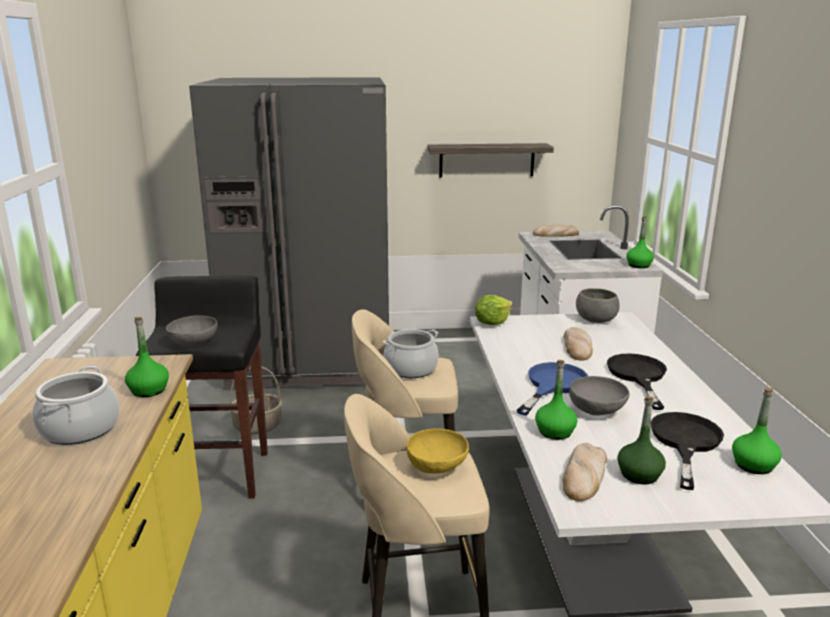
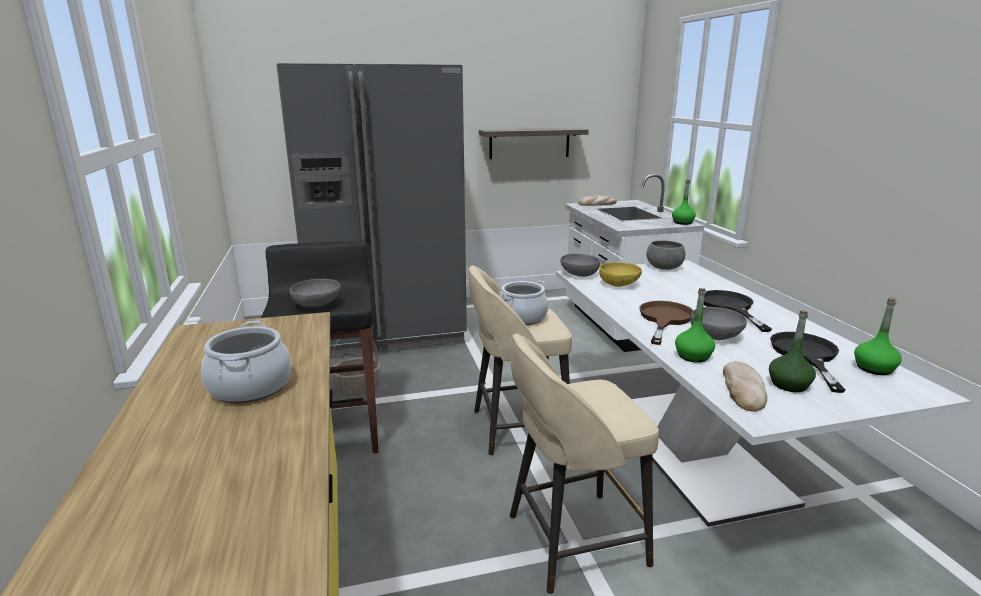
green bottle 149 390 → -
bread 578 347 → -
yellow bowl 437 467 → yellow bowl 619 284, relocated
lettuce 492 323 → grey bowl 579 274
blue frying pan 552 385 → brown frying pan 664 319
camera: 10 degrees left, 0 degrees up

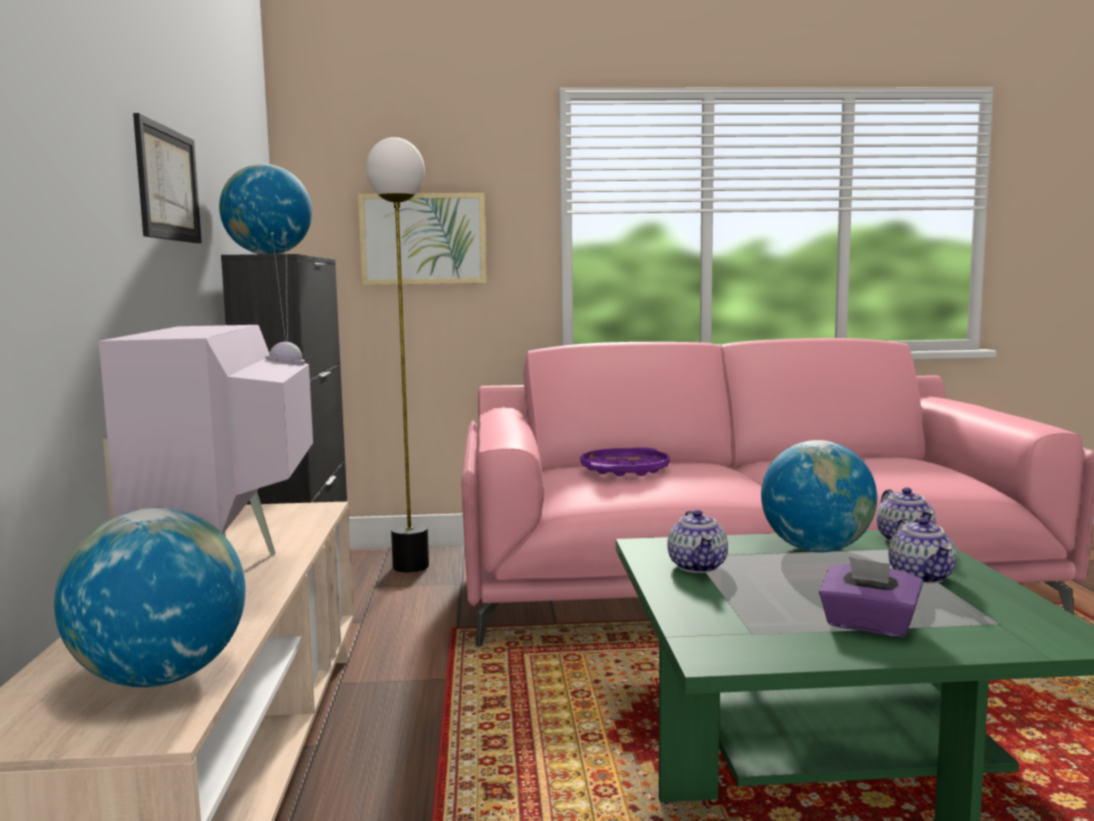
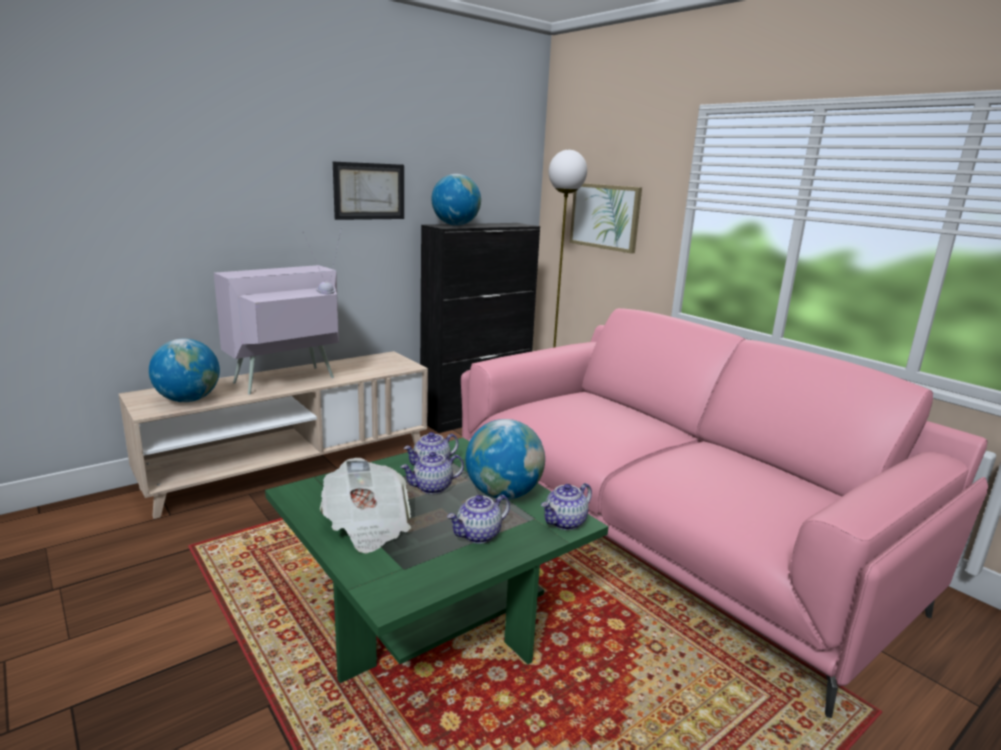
purple tray 624 470 → -
- → teapot 432 488
purple tissue box 868 625 → newspaper 367 526
camera: 55 degrees right, 10 degrees up

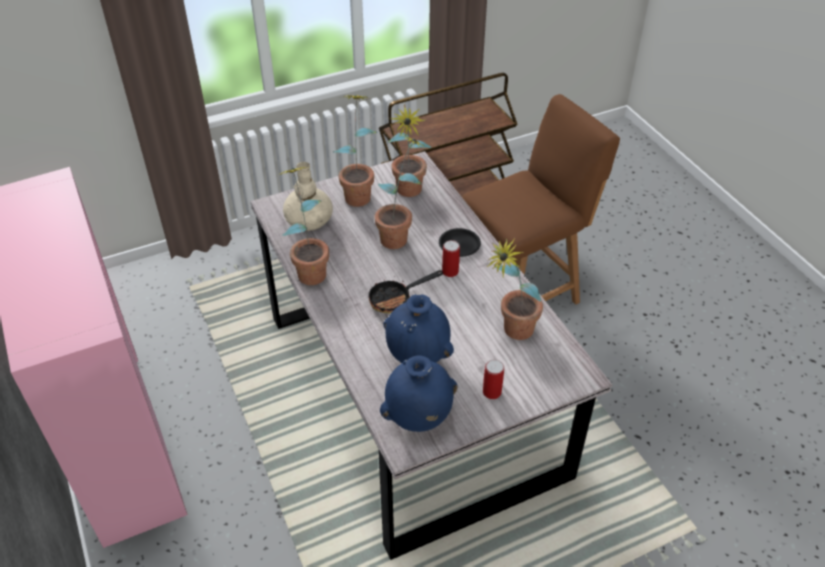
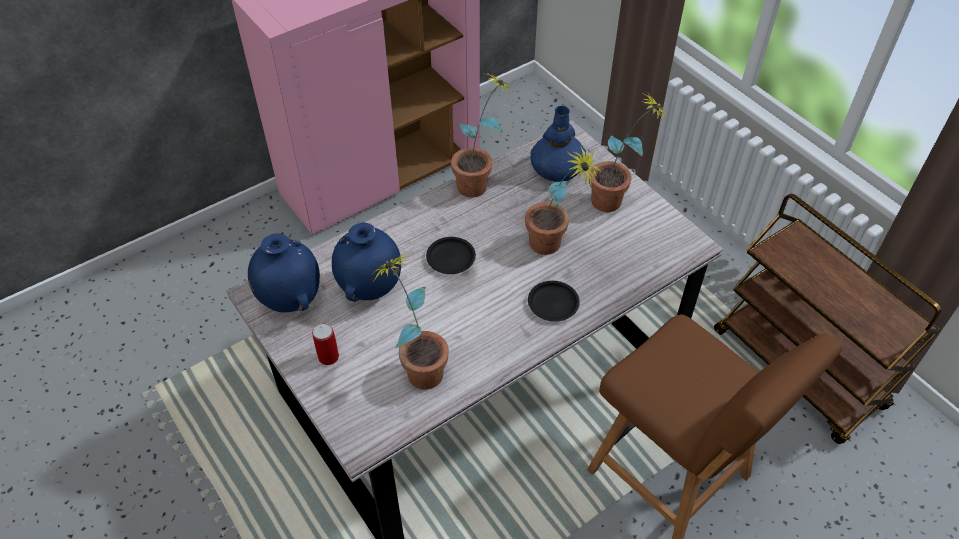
potted plant 408 194 → -
can 450 271 → -
frying pan 396 299 → black plate 450 258
beige vase 309 219 → blue vase 557 168
camera: 80 degrees right, 5 degrees up

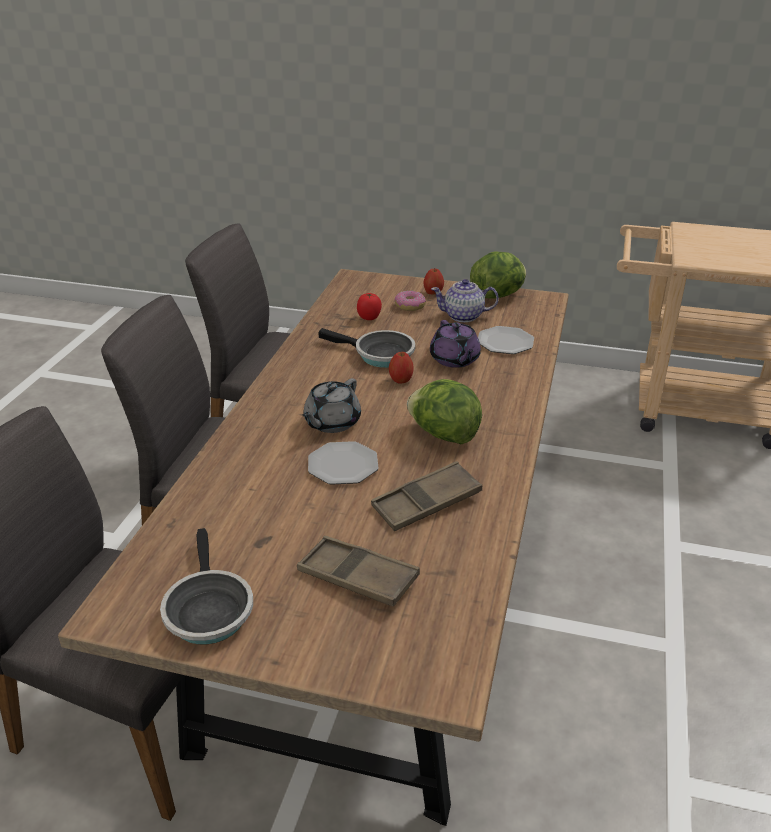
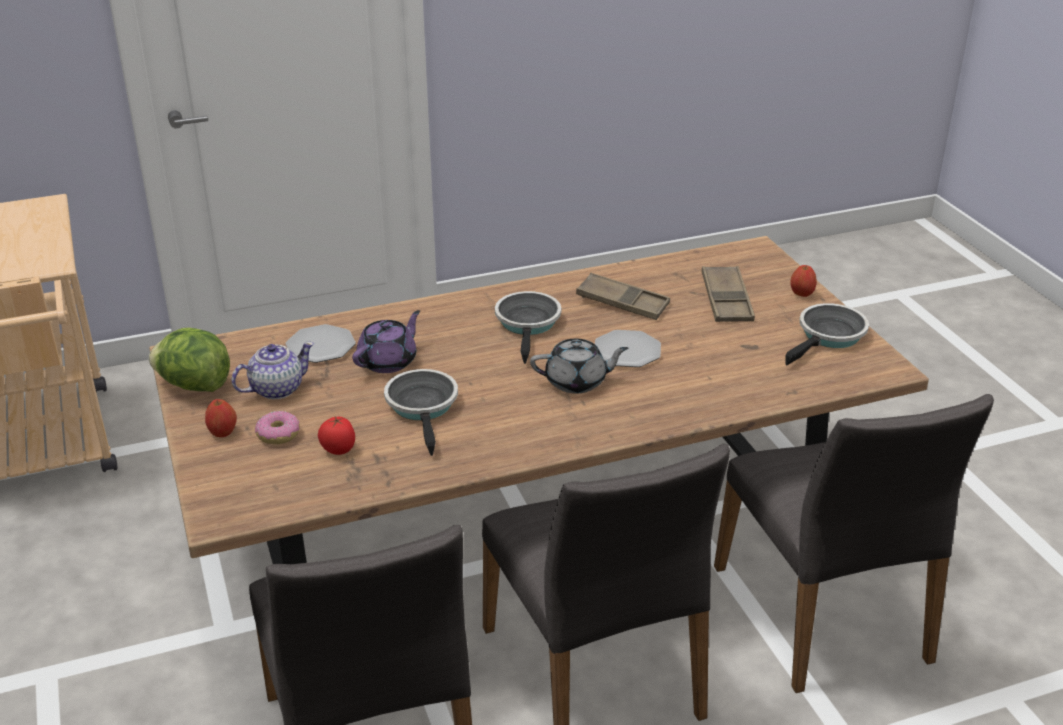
apple 401 380 → apple 801 294, relocated
lettuce 443 435 → frying pan 528 324
teapot 464 316 → teapot 276 389, 90 degrees counterclockwise
camera: 125 degrees left, 0 degrees up

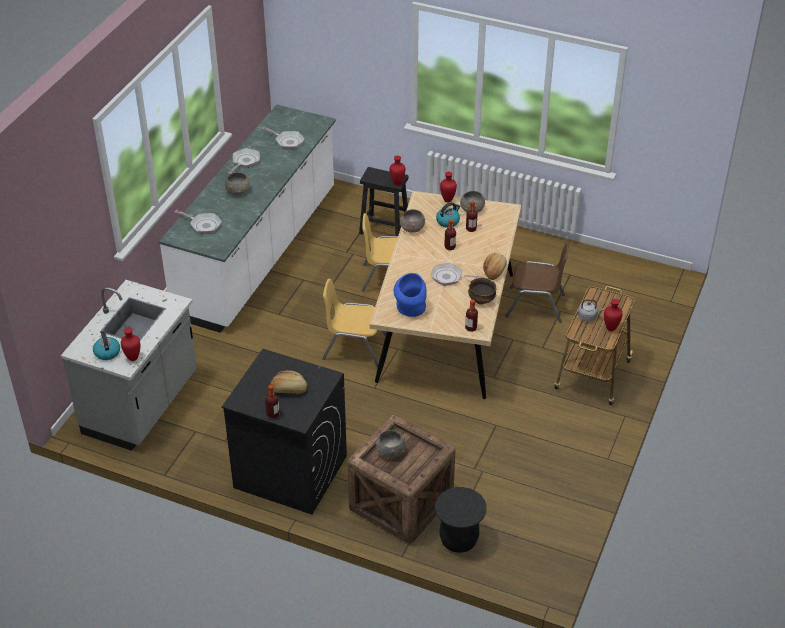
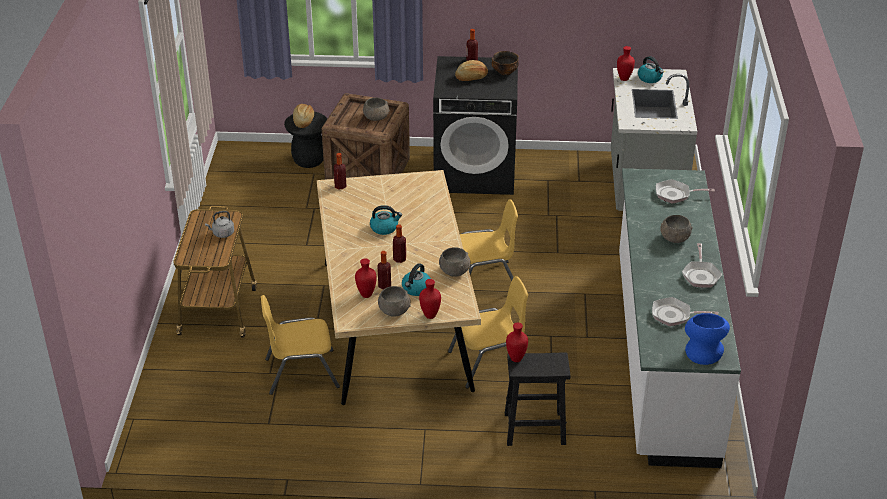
blue vase 410 310 → blue vase 703 351, relocated
bowl 481 300 → bowl 505 72, relocated
bread 495 271 → bread 303 121, relocated
red vase 610 328 → red vase 367 295, relocated
frying pan 449 277 → kettle 384 228
brown chair 535 305 → yellow chair 301 372
camera: 160 degrees right, 5 degrees down

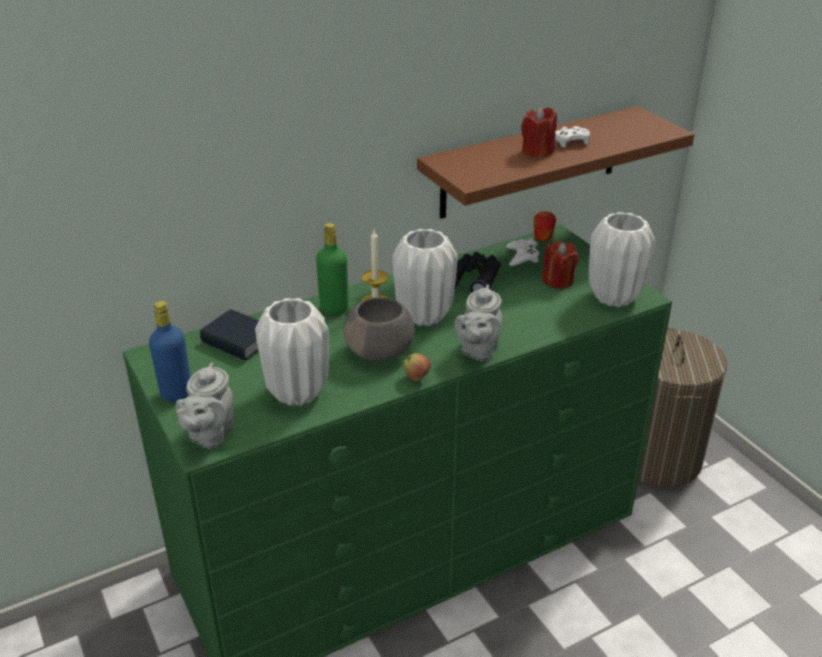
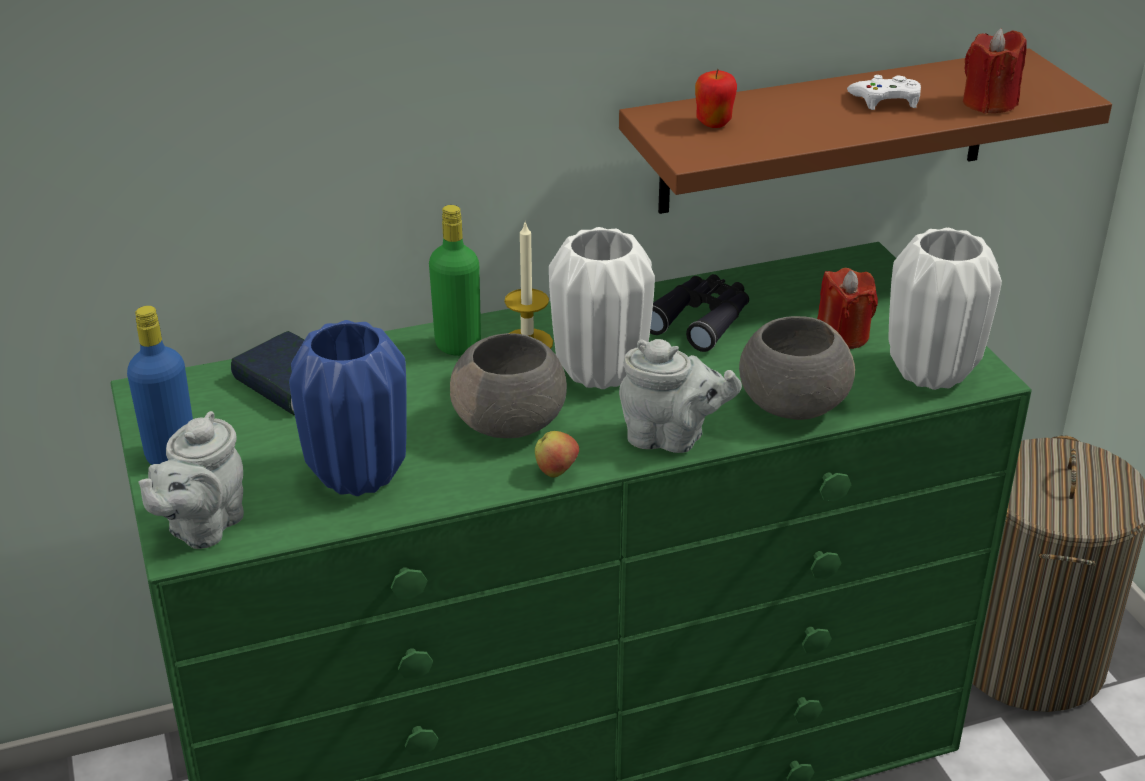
white game controller 522 256 → -
- → grey bowl 791 404
red candle 537 151 → red candle 989 103, relocated
apple 543 238 → apple 714 123, relocated
white vase 298 393 → blue vase 359 475
grey teapot 478 350 → grey teapot 671 438, 105 degrees counterclockwise
camera: 10 degrees right, 0 degrees up

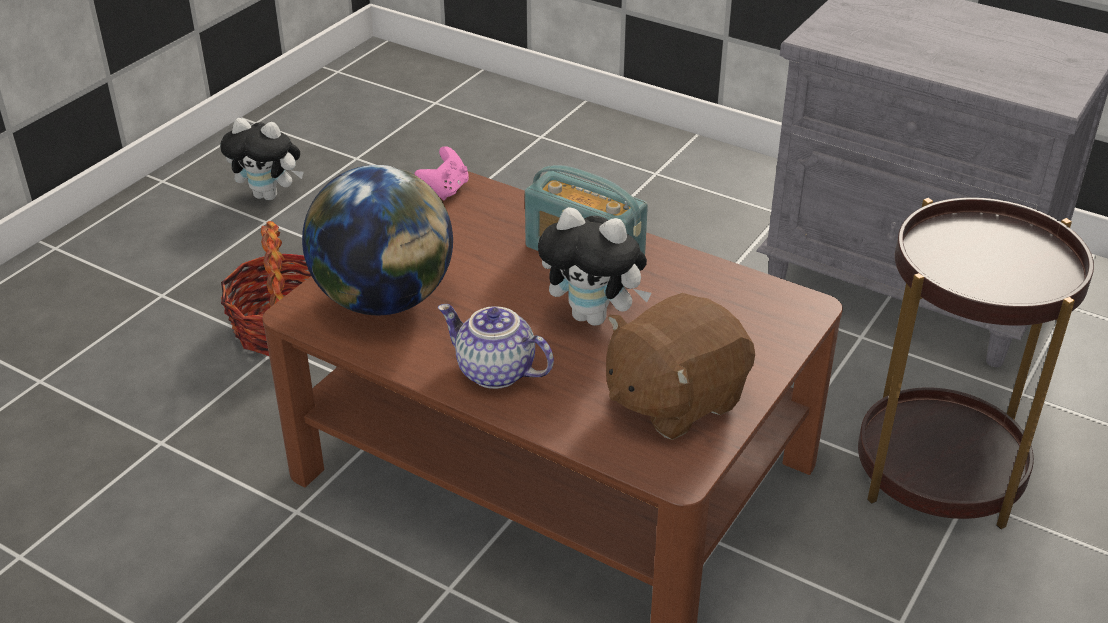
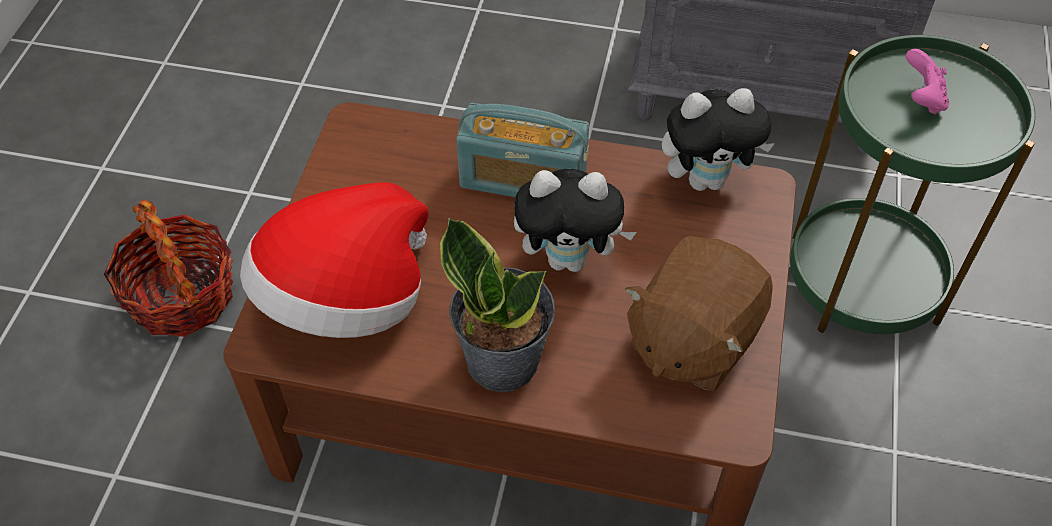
plush toy 269 195 → plush toy 707 179, relocated
pink game controller 445 190 → pink game controller 922 99, relocated
globe 384 300 → hat 346 299
teapot 494 372 → potted plant 503 360
brown side table 939 470 → green side table 864 279
camera: 20 degrees left, 15 degrees up

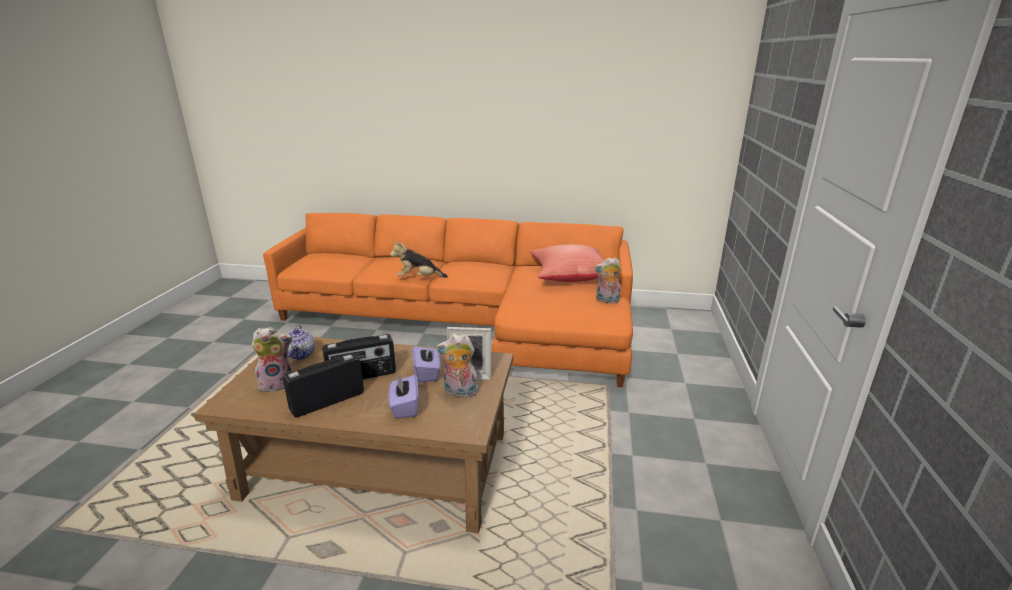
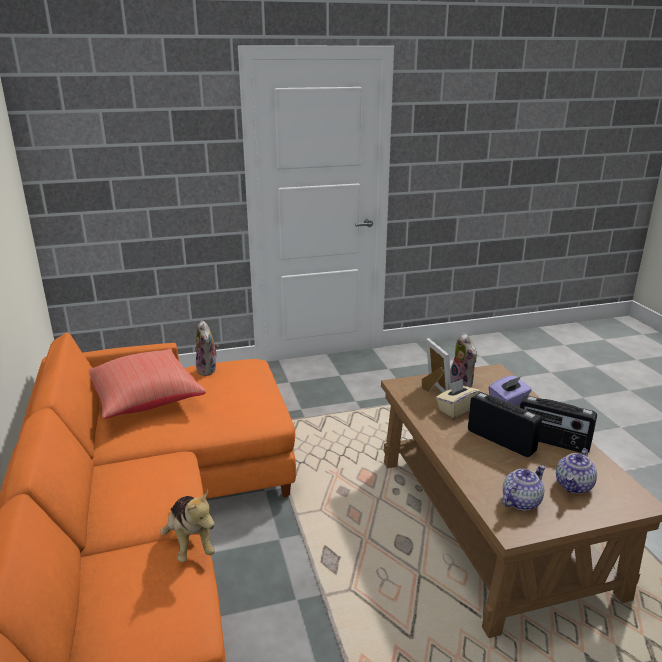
plush toy 278 383 → teapot 574 486
purple tissue box 427 373 → beige tissue box 456 409
camera: 115 degrees left, 0 degrees up

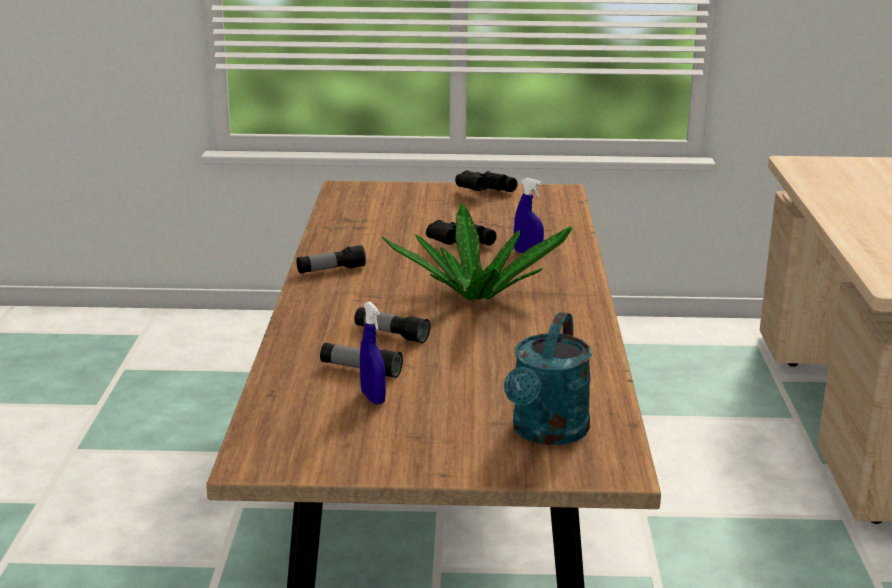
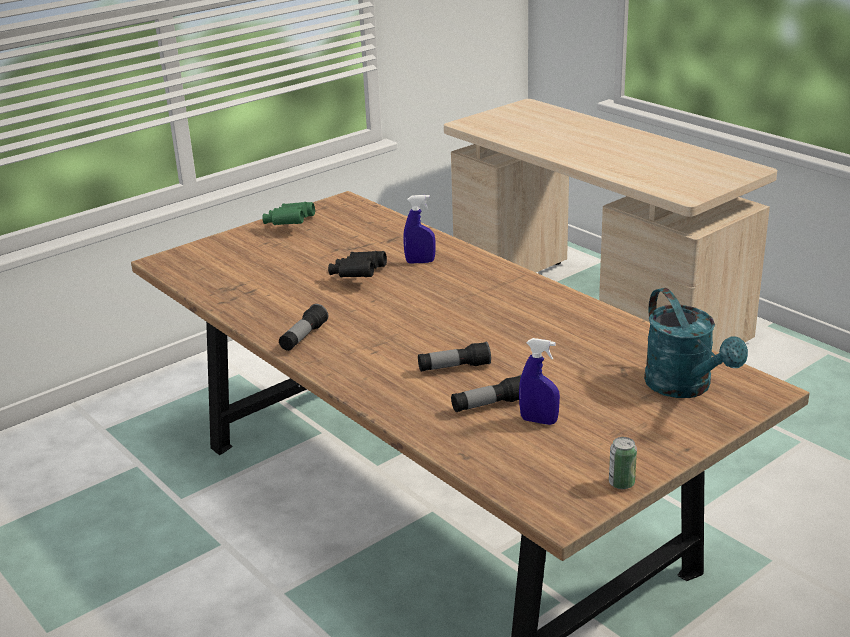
potted plant 476 296 → -
- → can 621 483
black binoculars 482 193 → green binoculars 289 225
camera: 40 degrees left, 5 degrees up

